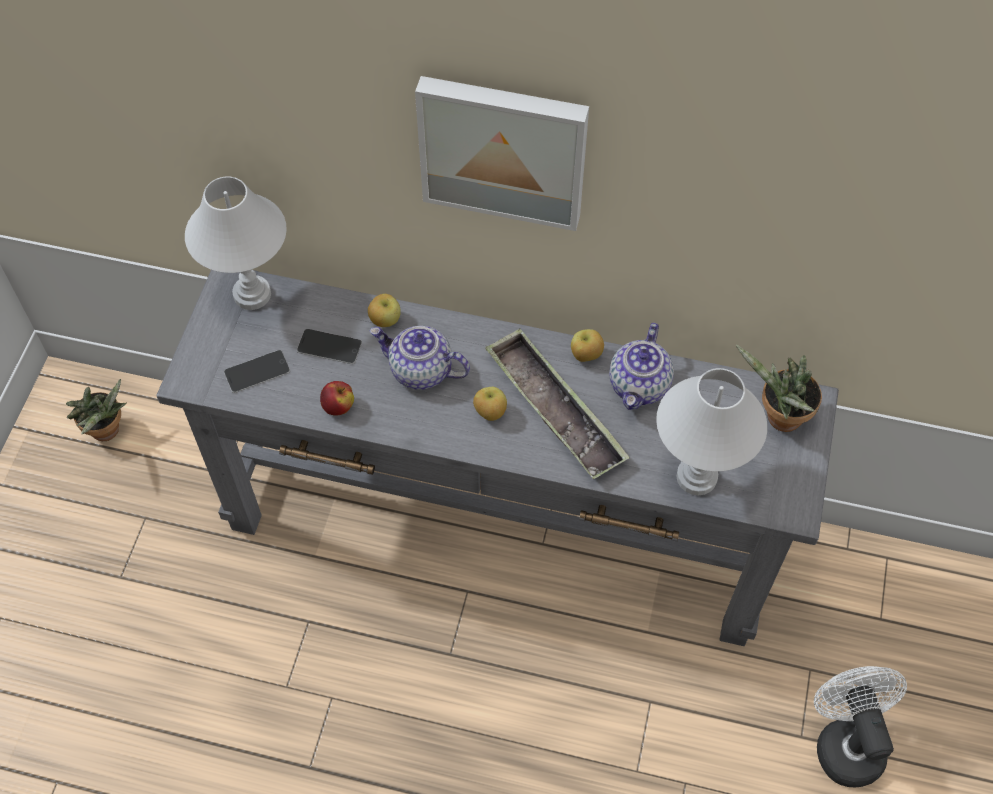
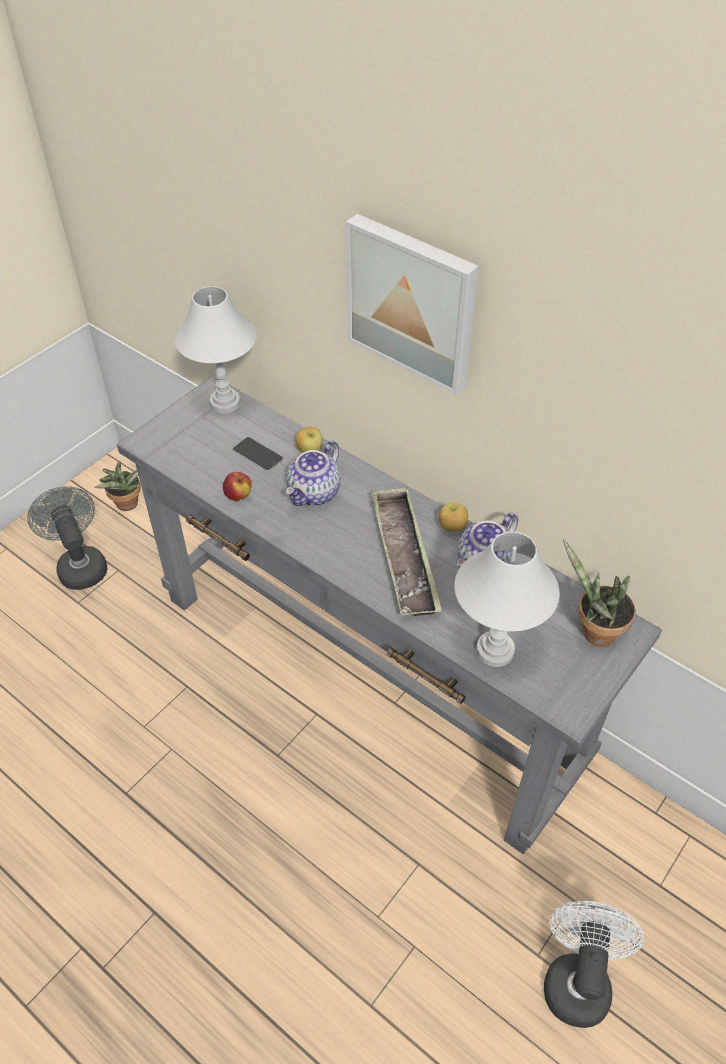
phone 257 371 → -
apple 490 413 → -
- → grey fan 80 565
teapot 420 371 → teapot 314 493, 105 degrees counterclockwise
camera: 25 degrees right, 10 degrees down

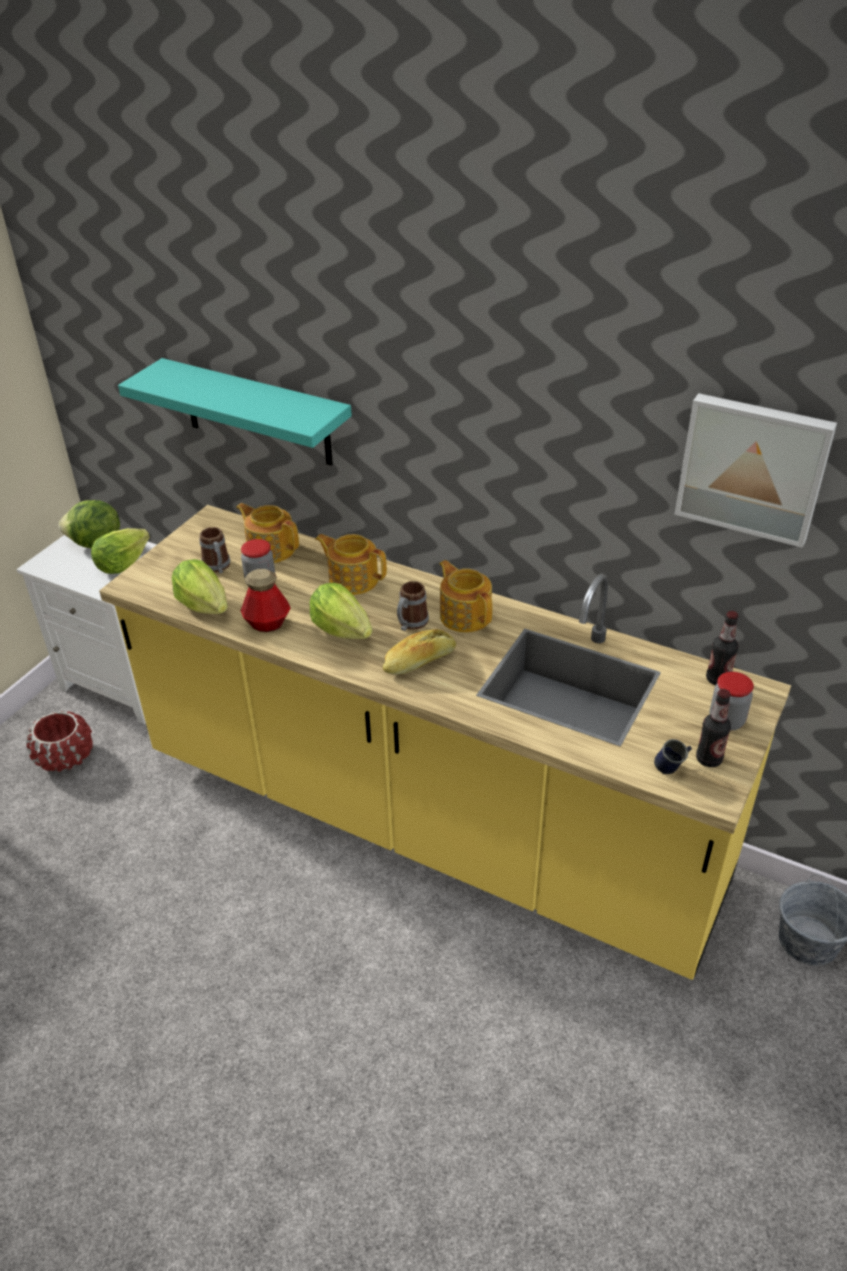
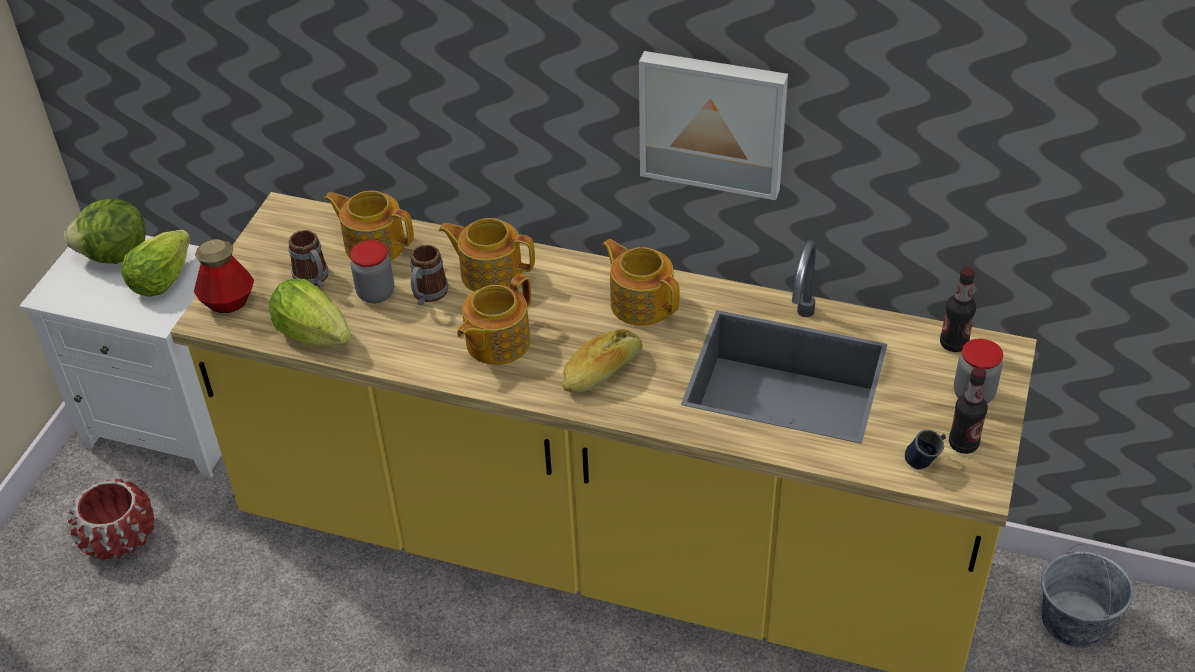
turquoise shelf 257 413 → -
bottle 267 623 → bottle 228 302, relocated
mug 410 624 → mug 427 295, relocated
picture 753 467 → picture 713 121, relocated
lettuce 342 630 → teapot 496 342
camera: 10 degrees left, 5 degrees up

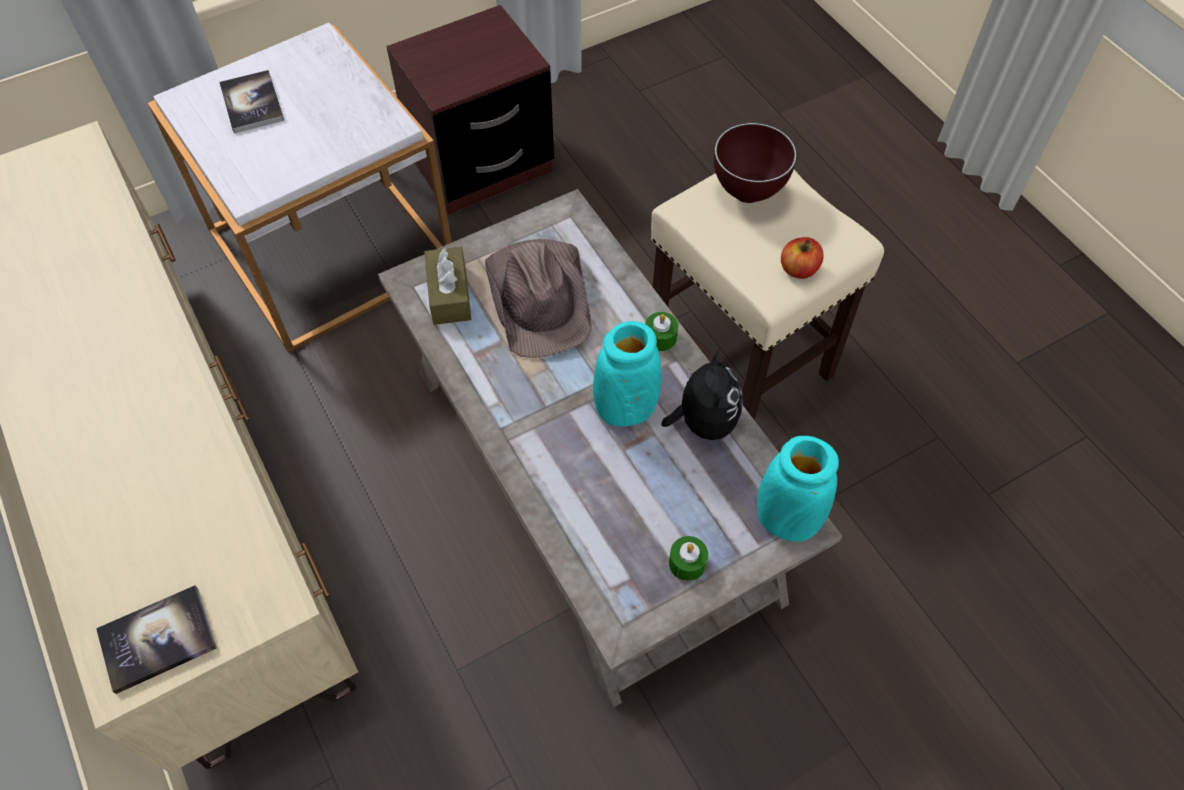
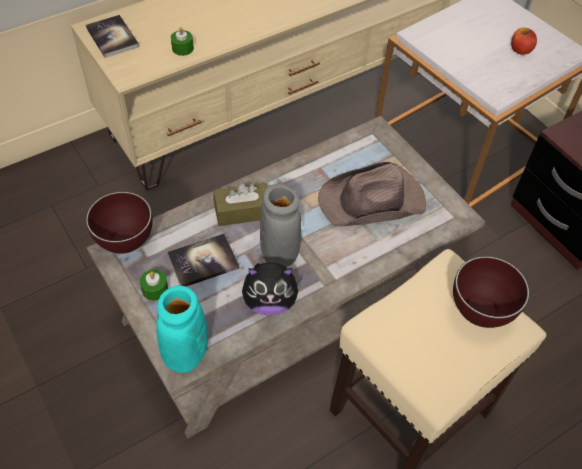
- → brown bowl 127 243
book 252 103 → book 203 261, relocated
brown tissue box 449 294 → brown tissue box 242 212, relocated
green candle 660 337 → green candle 182 48, relocated
apple 798 269 → apple 520 50, relocated
turquoise vase 625 408 → grey vase 279 253
camera: 85 degrees right, 5 degrees down

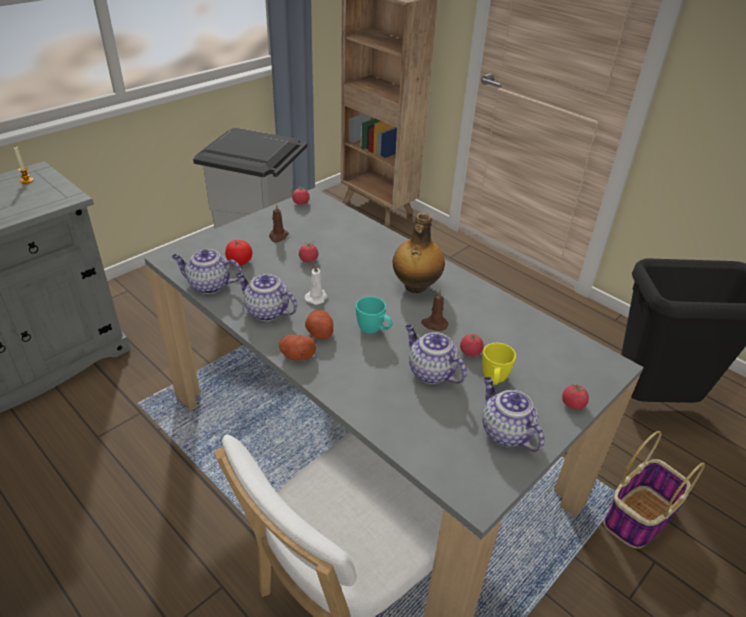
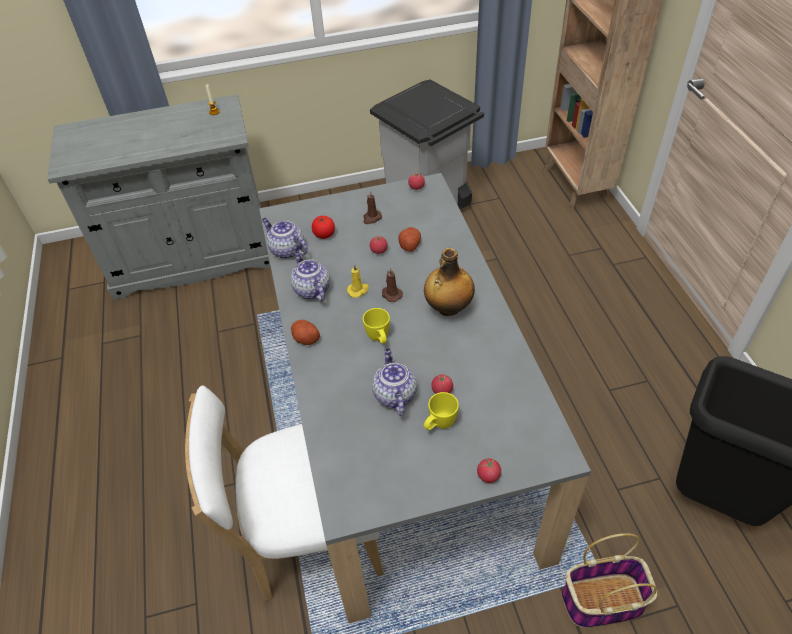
teapot 505 432 → -
potato 319 332 → potato 409 244, relocated
brown candle 434 324 → brown candle 391 294, relocated
white candle 317 297 → yellow candle 358 290
turquoise mug 374 331 → yellow mug 379 339
camera: 35 degrees right, 10 degrees up

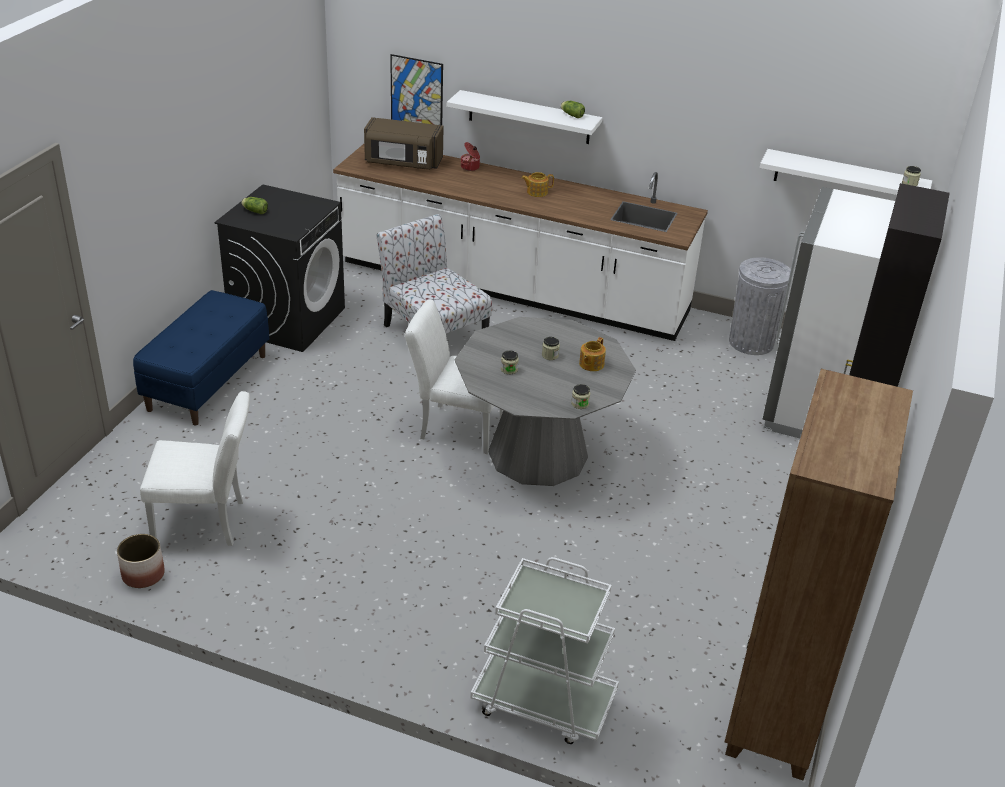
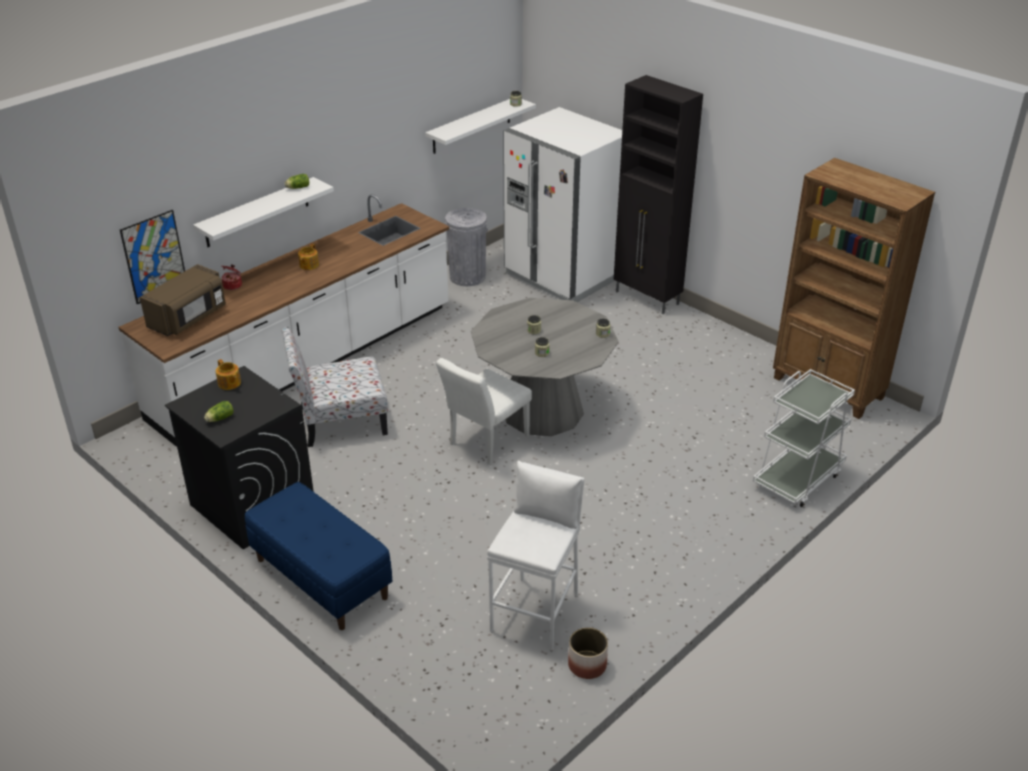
teapot 591 364 → teapot 229 383, relocated
white chair 207 523 → white stool 536 613
camera: 65 degrees left, 0 degrees up

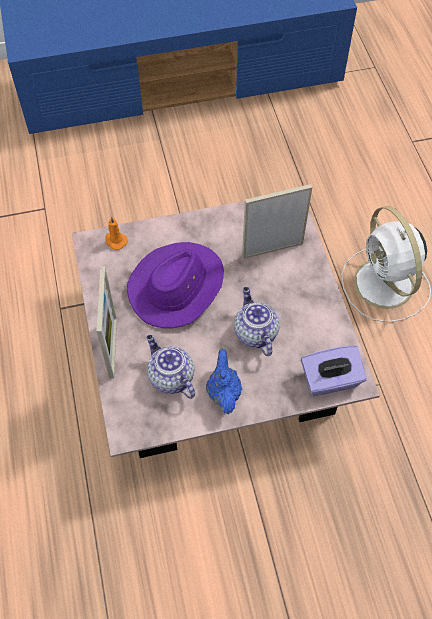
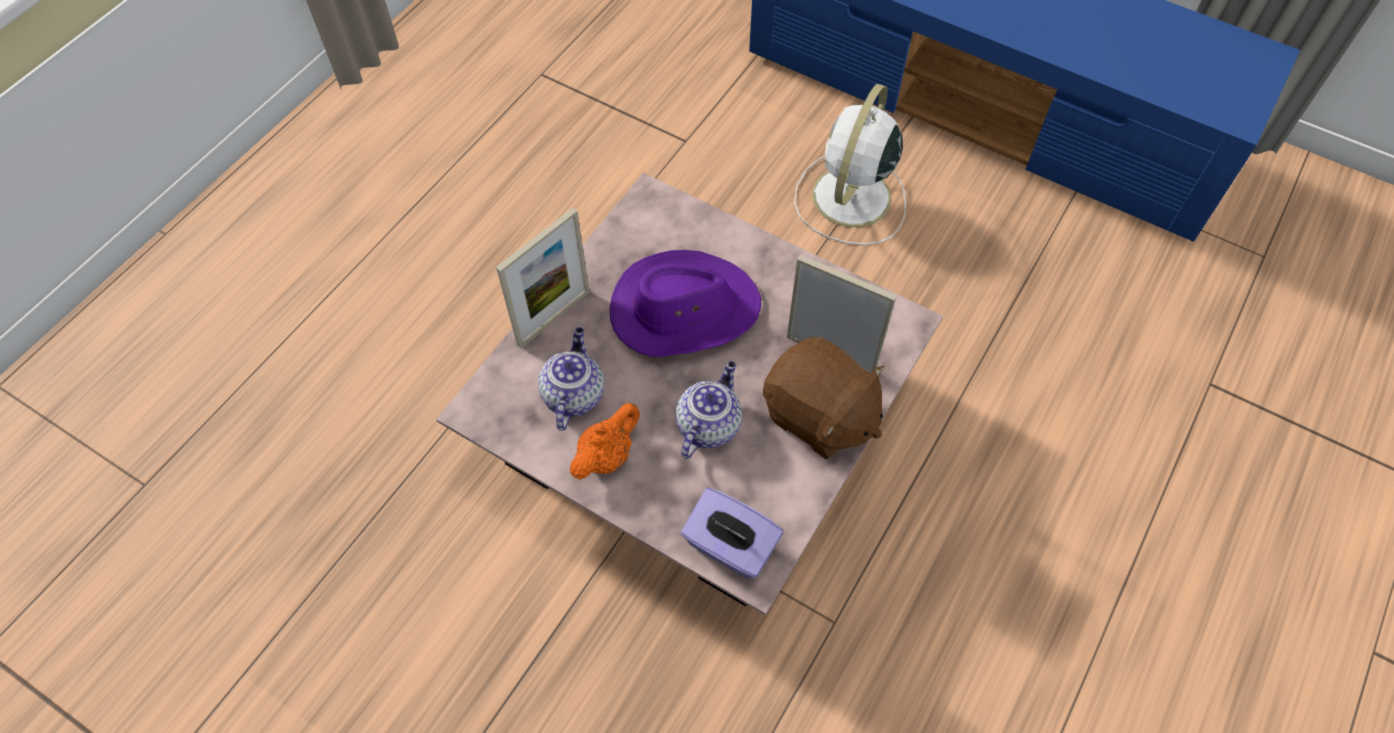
orange candle 115 241 → -
- → brown plush toy 819 416
white fan 385 286 → white fan 850 199, relocated
blue teapot 223 392 → orange teapot 606 456
camera: 45 degrees right, 0 degrees up

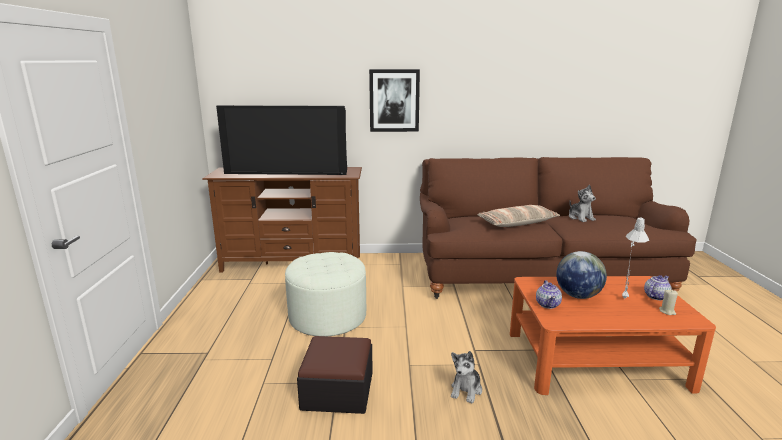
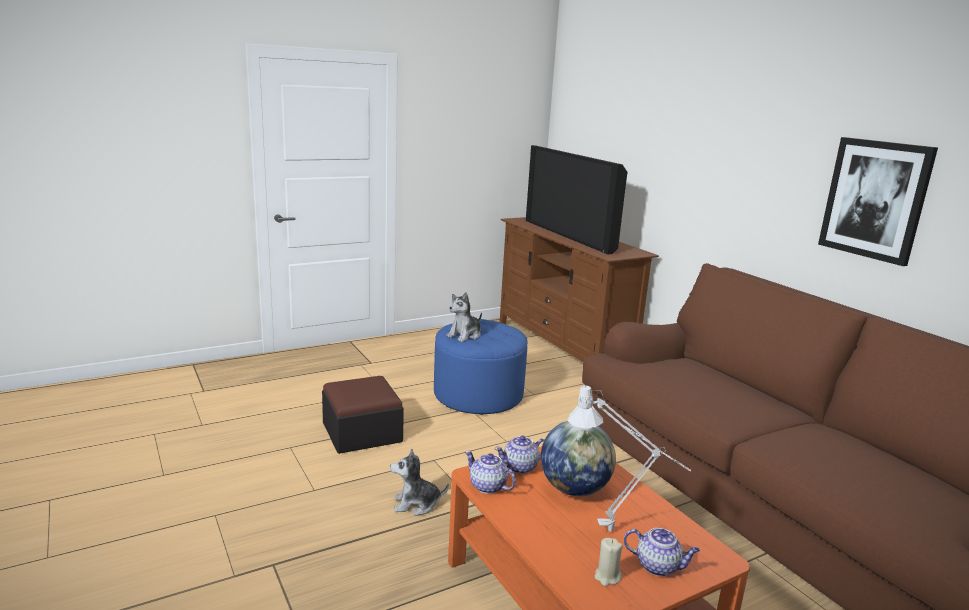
pillow 517 223 → -
- → teapot 488 487
picture 394 100 → picture 875 199, relocated
plush toy 580 217 → plush toy 465 335, relocated
white ottoman 327 317 → blue ottoman 478 394
camera: 60 degrees right, 0 degrees up

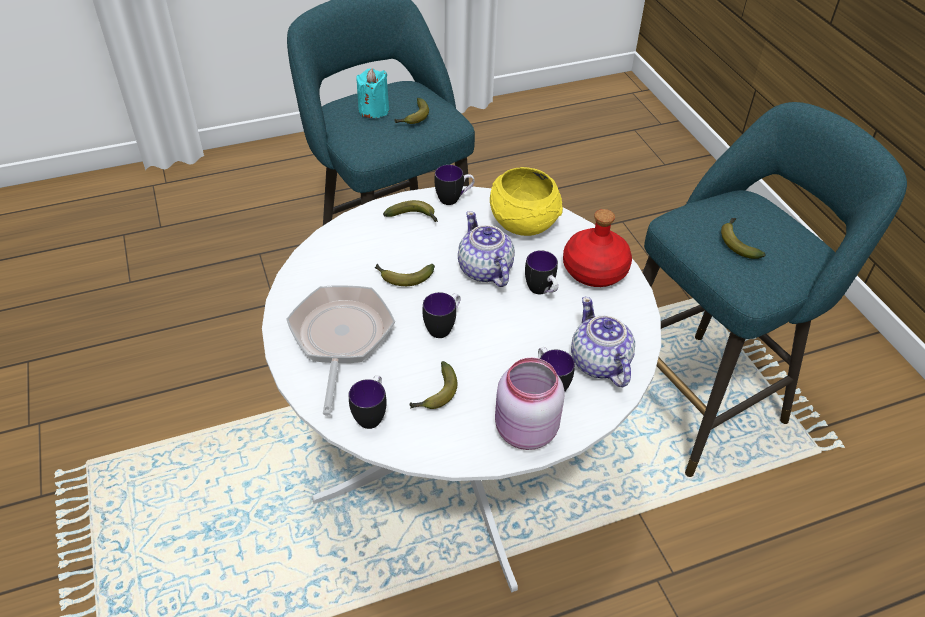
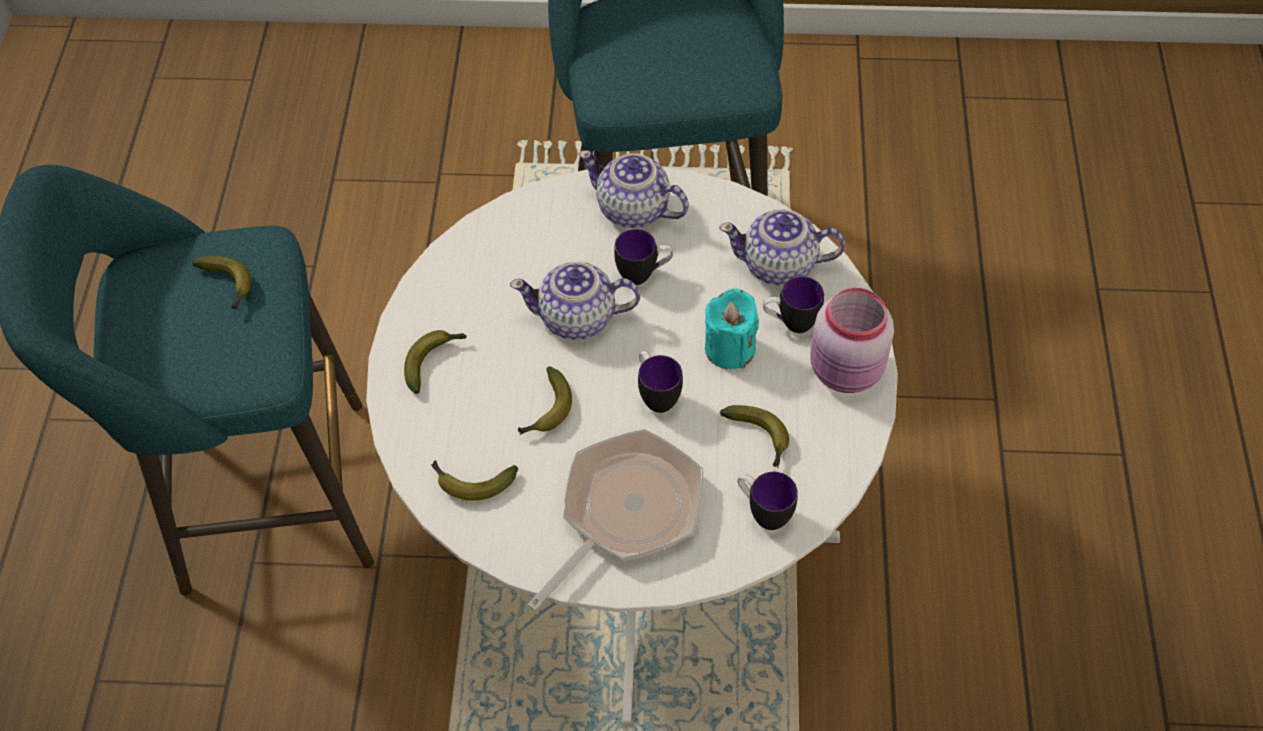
mug 454 199 → -
yellow bowl 523 222 → -
turquoise candle 373 110 → turquoise candle 729 348, relocated
banana 737 242 → banana 471 482, relocated
red bottle 594 270 → teapot 634 210
frying pan 340 339 → frying pan 625 512, 105 degrees clockwise
camera: 65 degrees left, 10 degrees up

